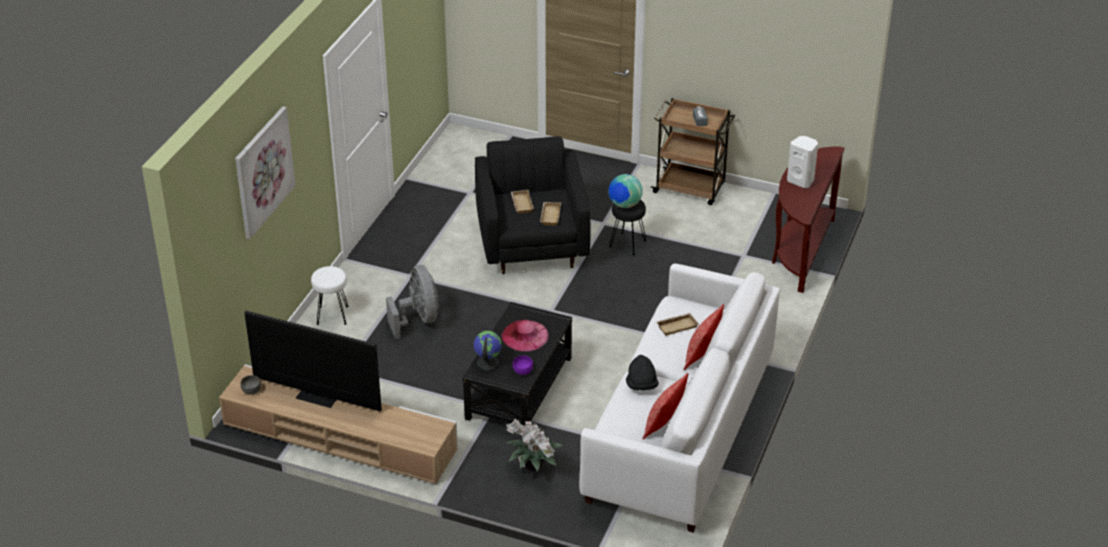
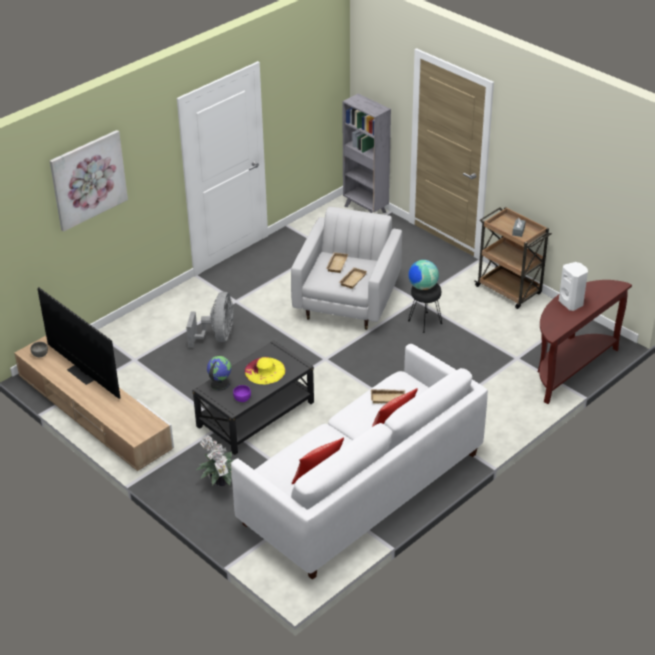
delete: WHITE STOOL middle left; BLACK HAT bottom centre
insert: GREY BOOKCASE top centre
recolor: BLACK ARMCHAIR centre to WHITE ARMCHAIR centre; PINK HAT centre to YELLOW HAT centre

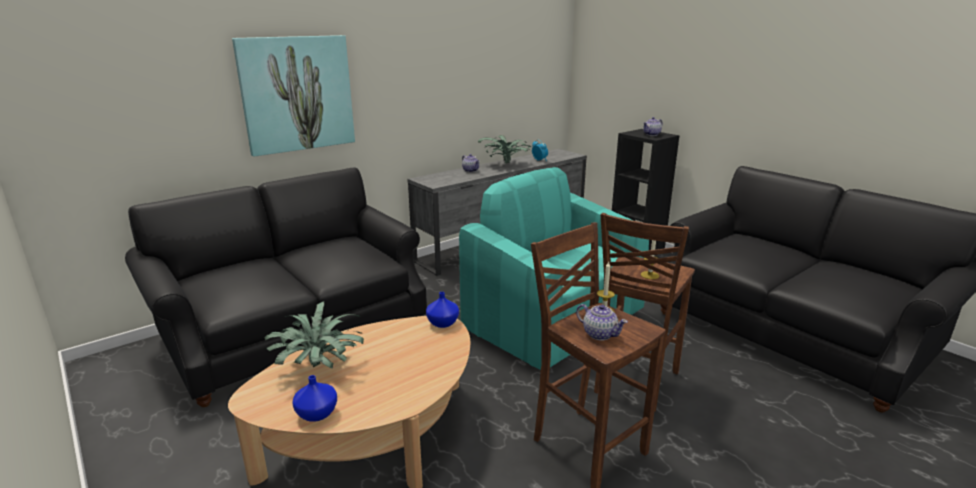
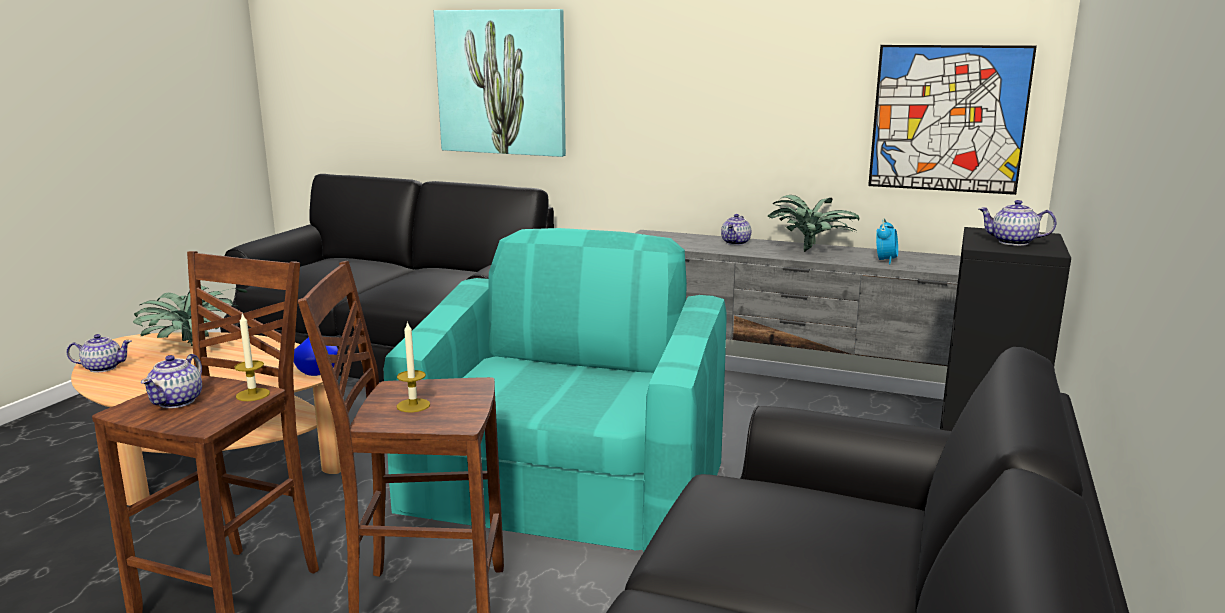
insert: PICTURE (2nd from left) top right
replace: BLUE VASE (1st from left) bottom left to TEAPOT (1st from left) middle left

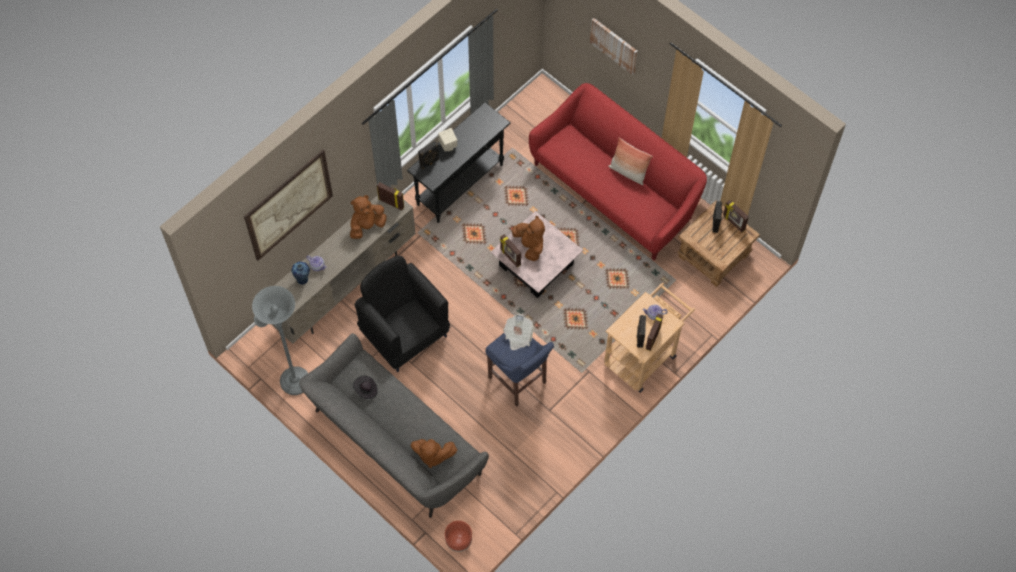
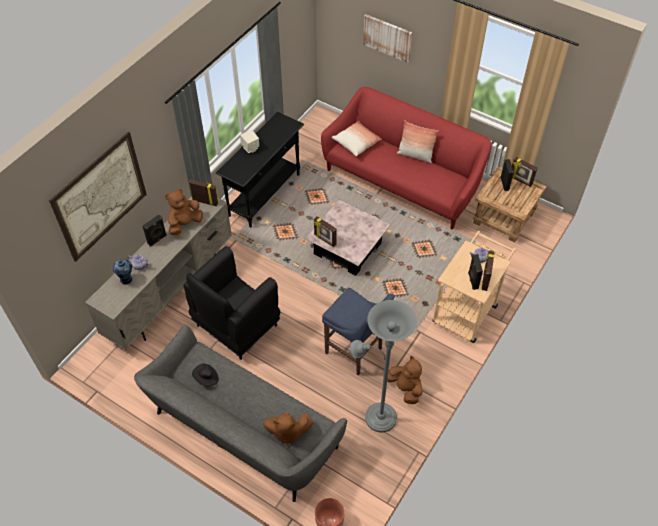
delete: NEWSPAPER centre
insert: PILLOW (1st from left) top centre
move: GREY FLOOR LAMP middle left to bottom centre; BLACK SPEAKER (1st from left) top centre to middle left; BROWN PLUSH TOY (3rd from left) centre to bottom centre
rotate: BLACK ARMCHAIR centre = centre 90 degrees counterclockwise

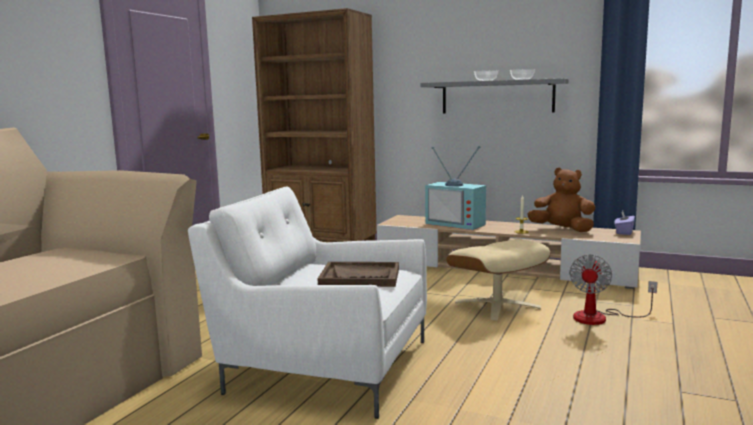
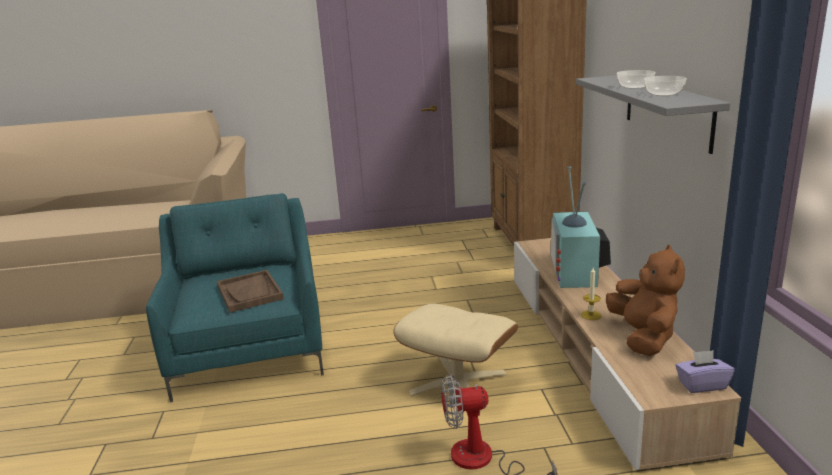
recolor: WHITE ARMCHAIR bottom centre to TURQUOISE ARMCHAIR middle left

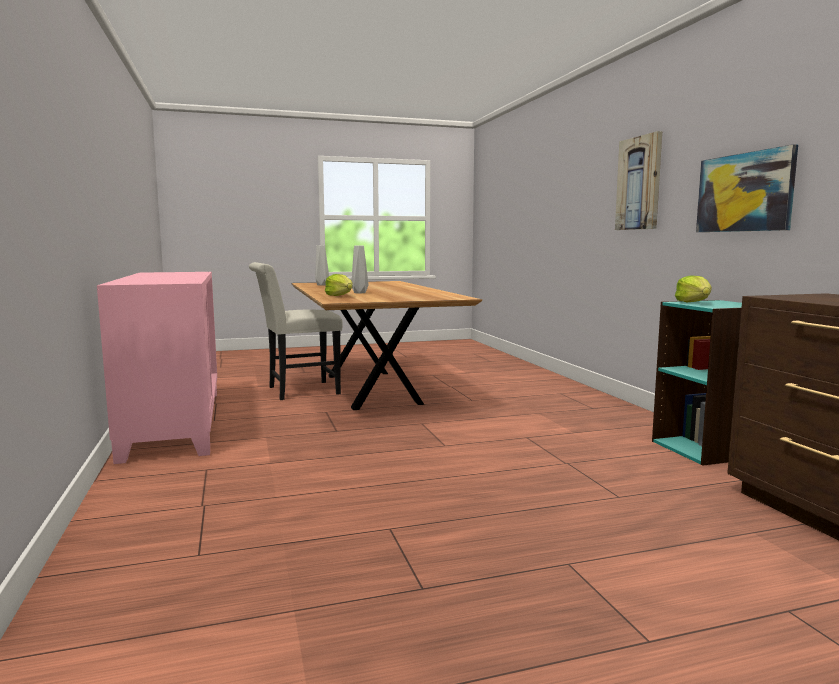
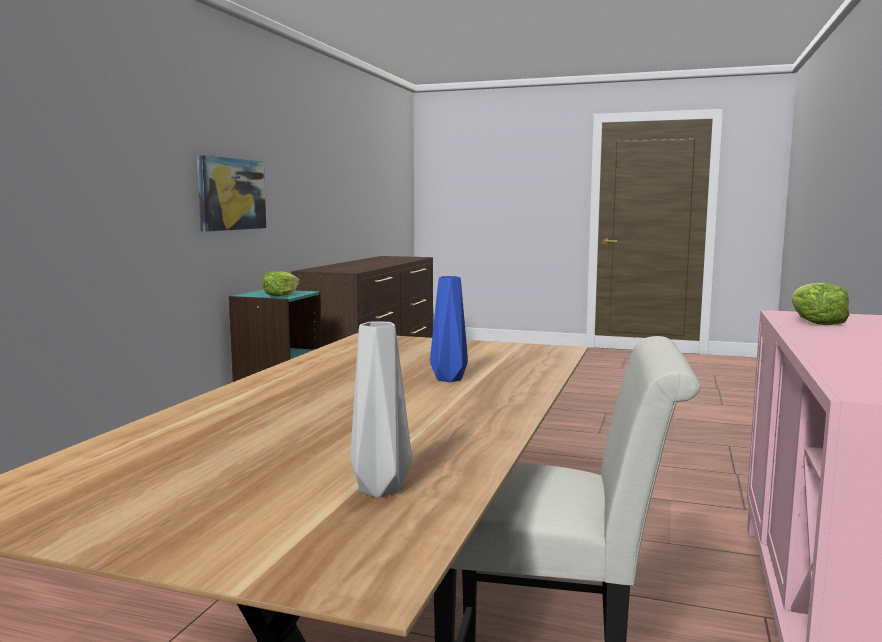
delete: PICTURE (1st from left) top right
move: LETTUCE (1st from left in the first image) centre to LETTUCE (2nd from left) middle right
recolor: GREY VASE (2nd from left) centre to BLUE VASE centre

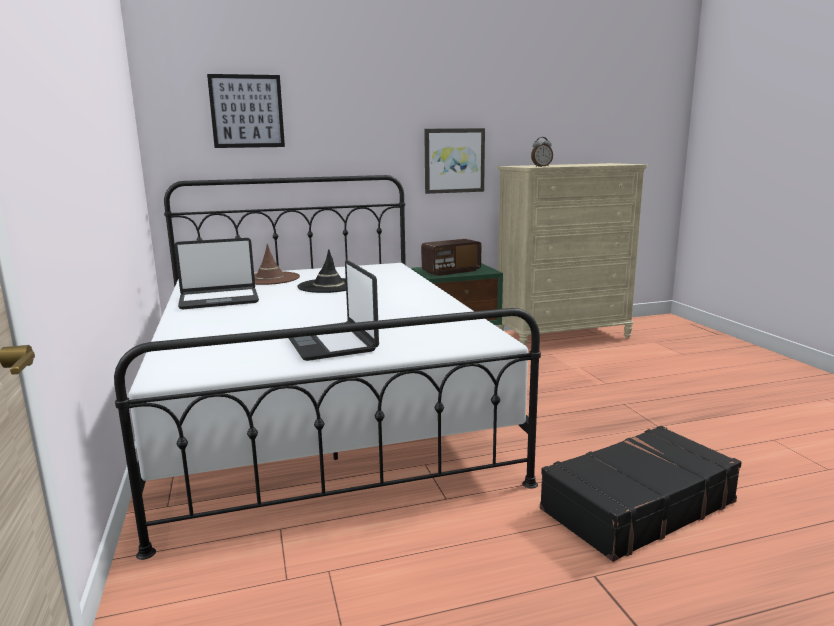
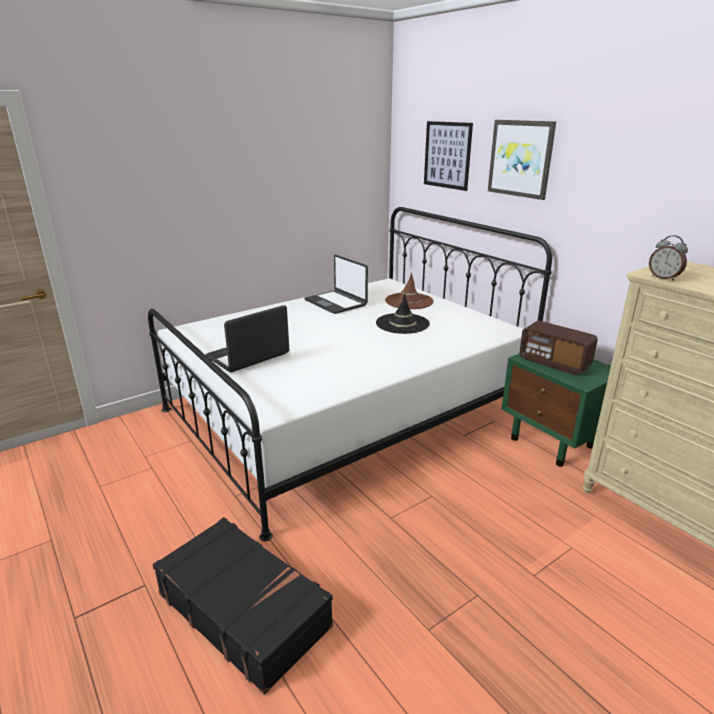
move: PICTURE (2nd from left) top centre to top right

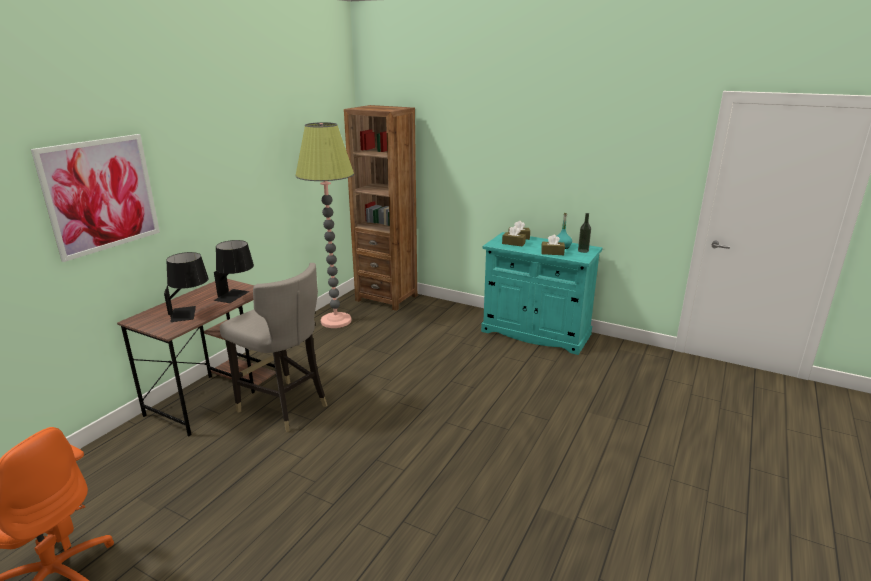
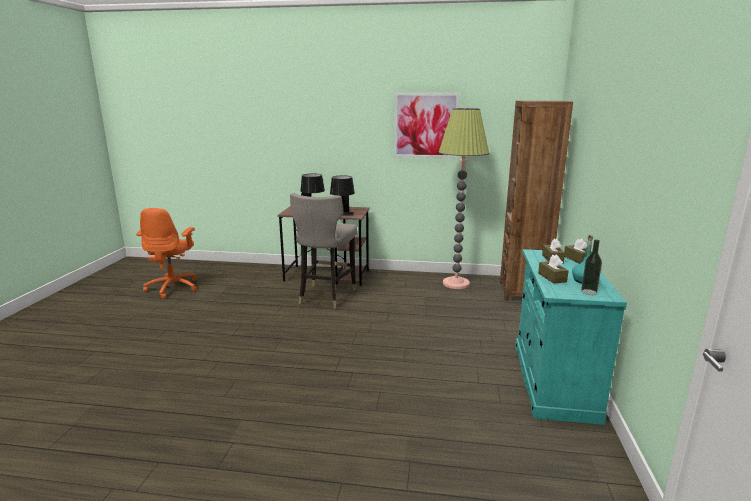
move: PICTURE middle left to top centre

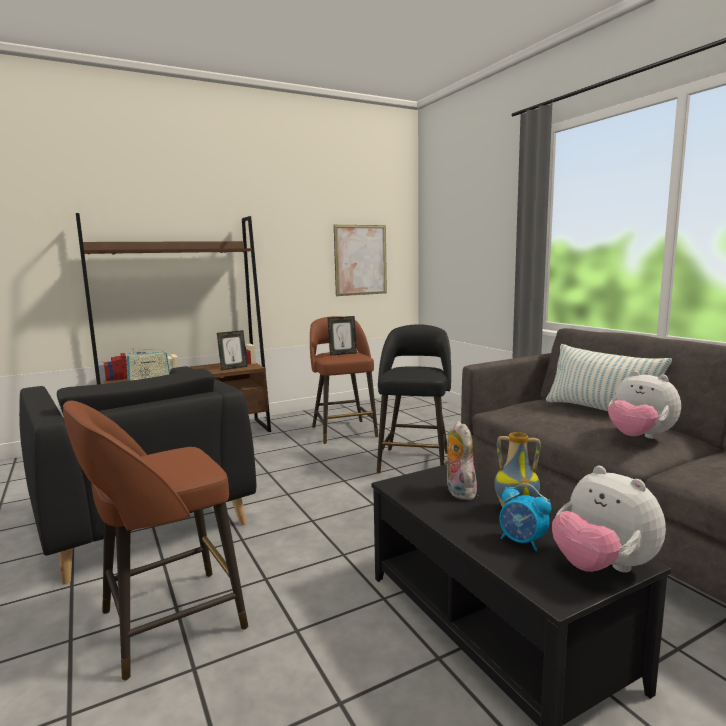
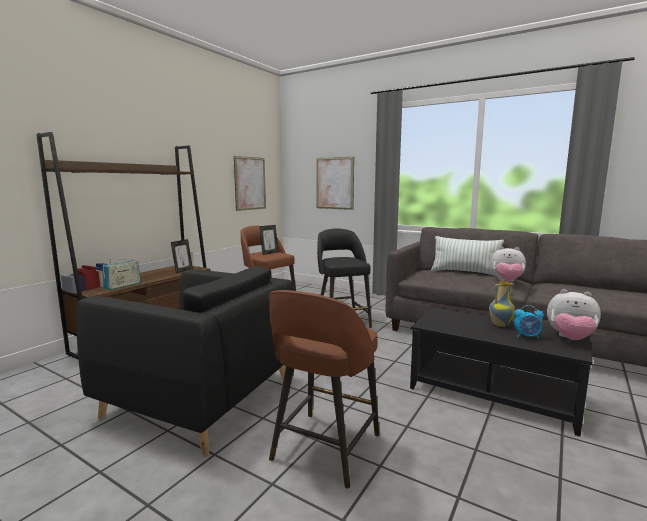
delete: PLUSH TOY (1st from left) centre
insert: PICTURE (2nd from left) centre

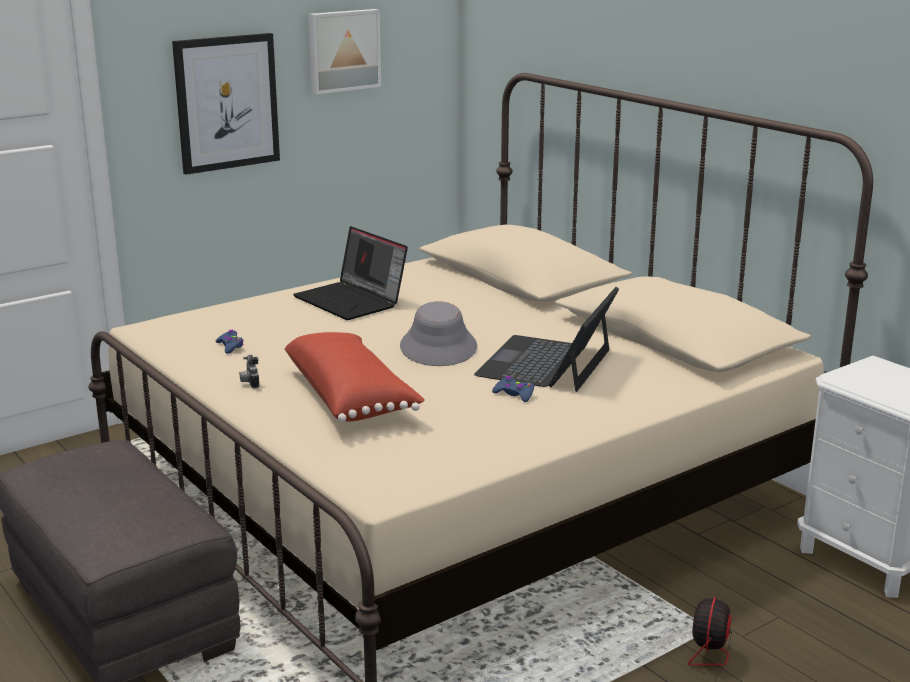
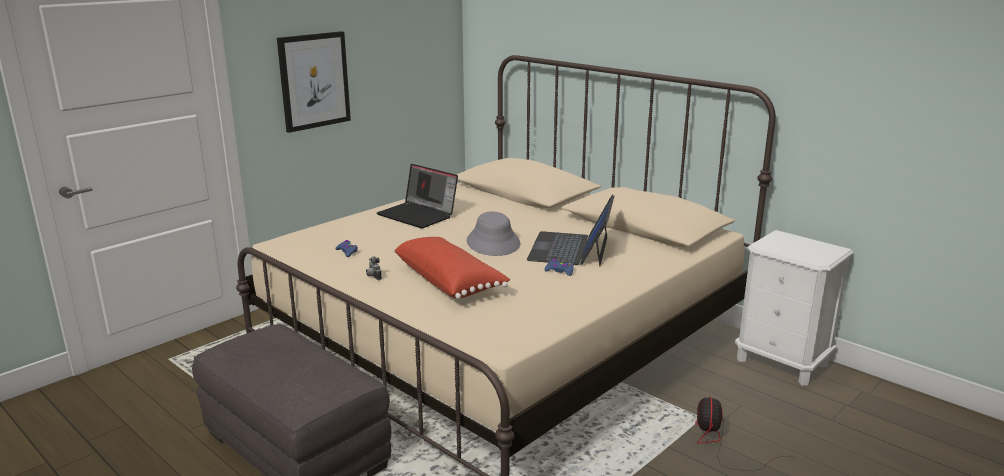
delete: PICTURE (2nd from left) top centre

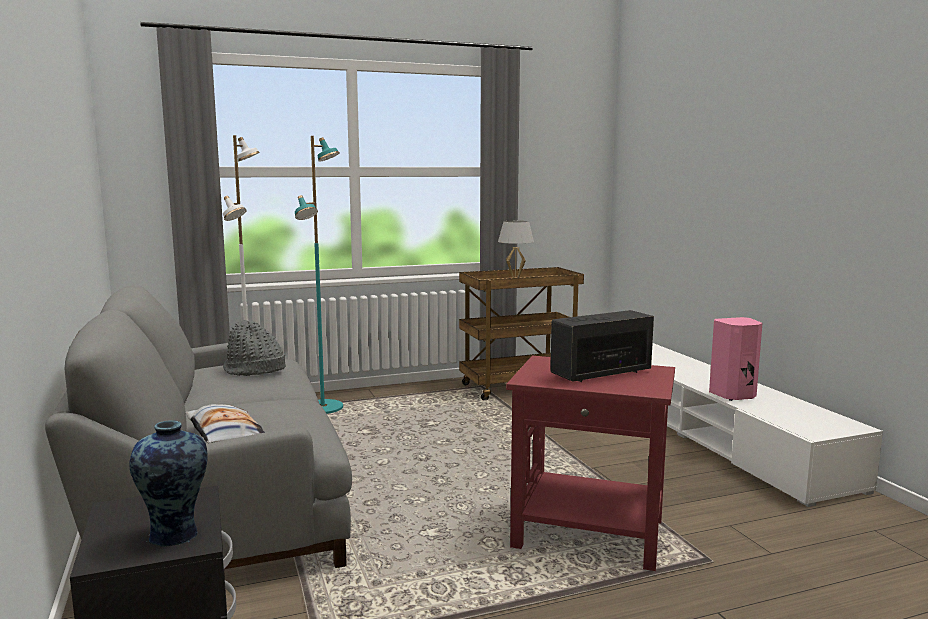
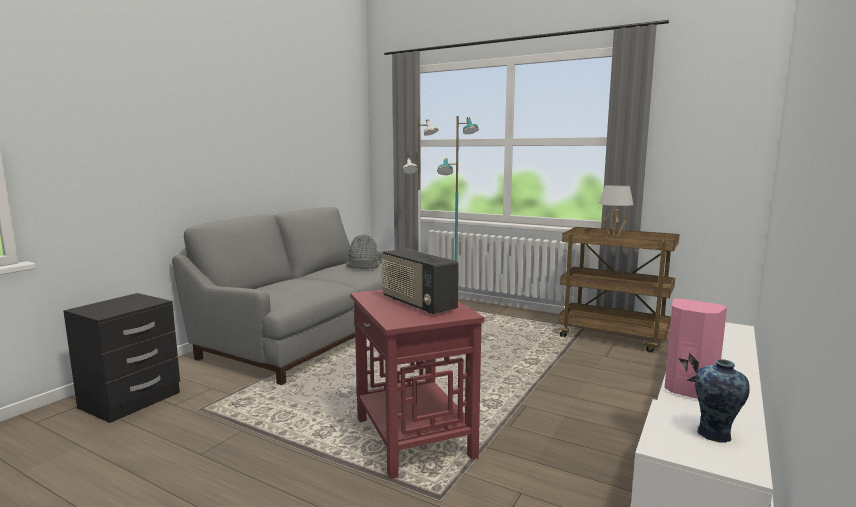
delete: PILLOW bottom left
move: VASE bottom left to bottom right
rotate: RADIO centre = centre 150 degrees counterclockwise

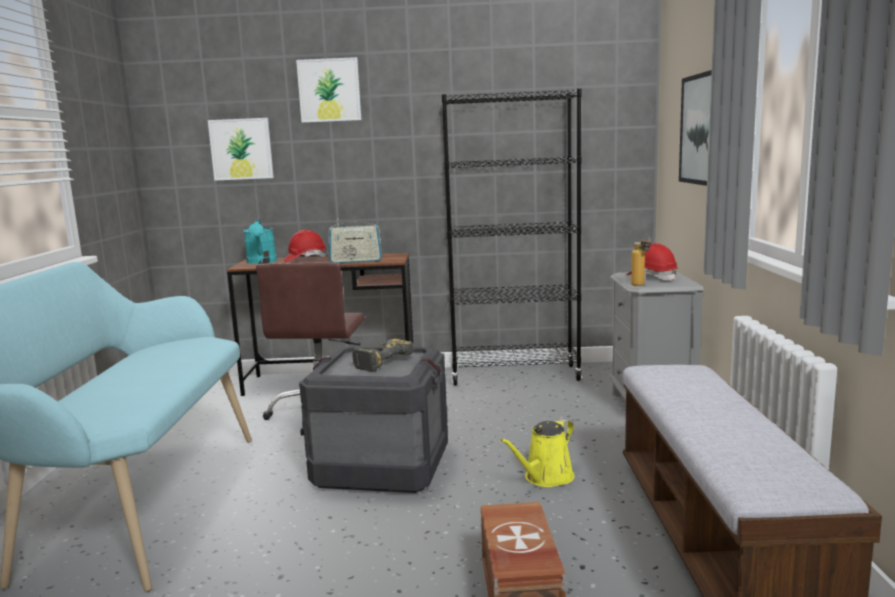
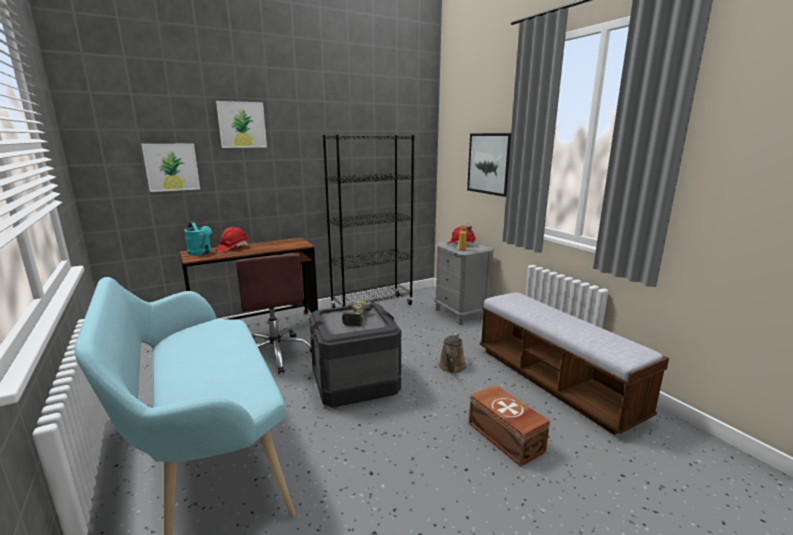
delete: RADIO centre
recolor: YELLOW WATERING CAN bottom centre to BROWN WATERING CAN centre

